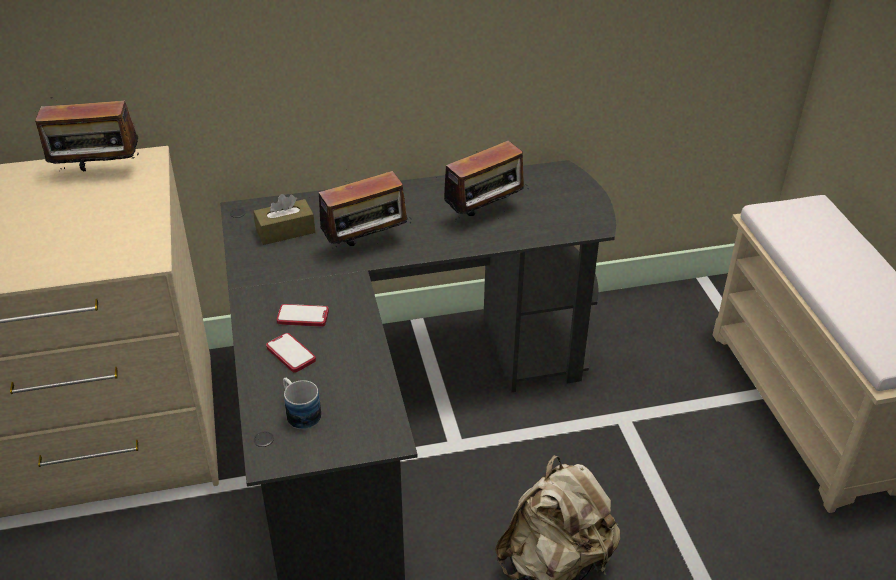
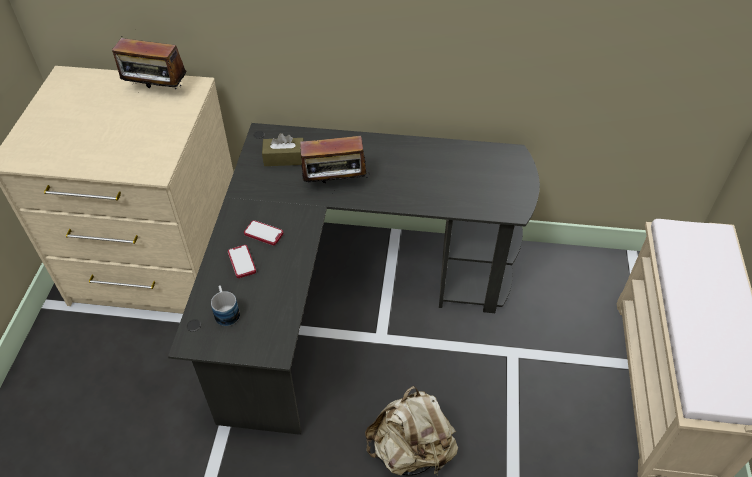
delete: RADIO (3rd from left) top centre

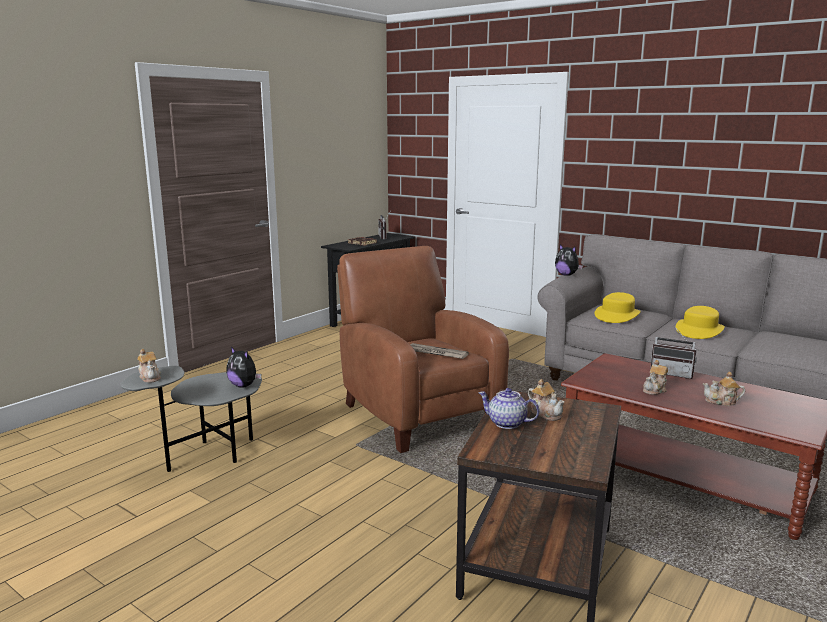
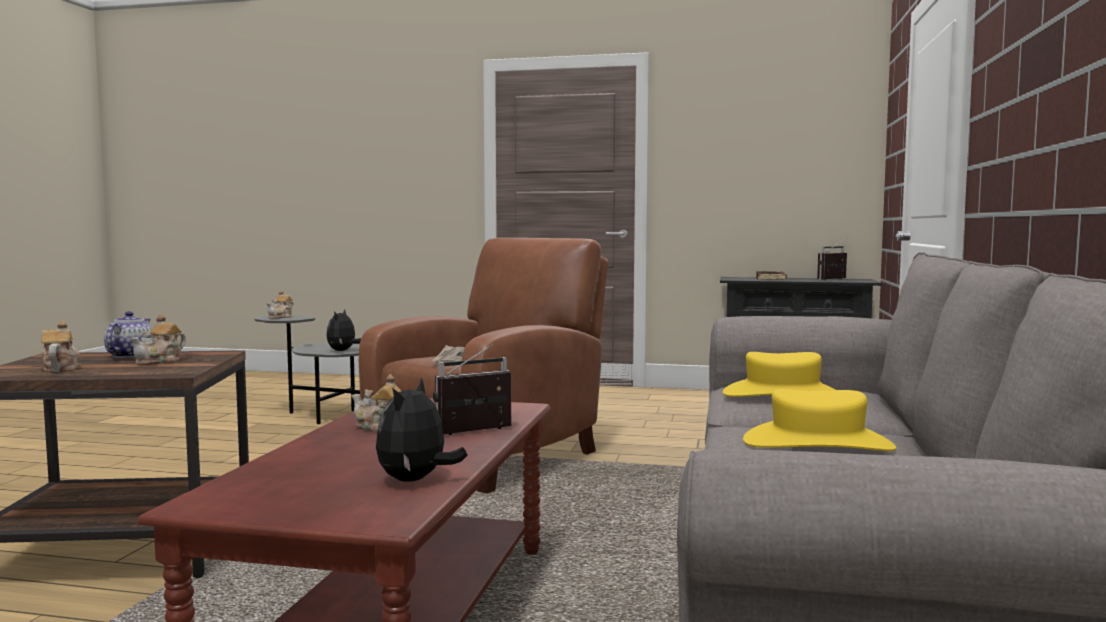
move: PLUSH TOY (2nd from left) middle right to bottom centre; TEAPOT (5th from left in the first image) middle right to TEAPOT (1st from left) middle left
rotate: RADIO (2nd from left in the first image) middle right = centre 60 degrees clockwise

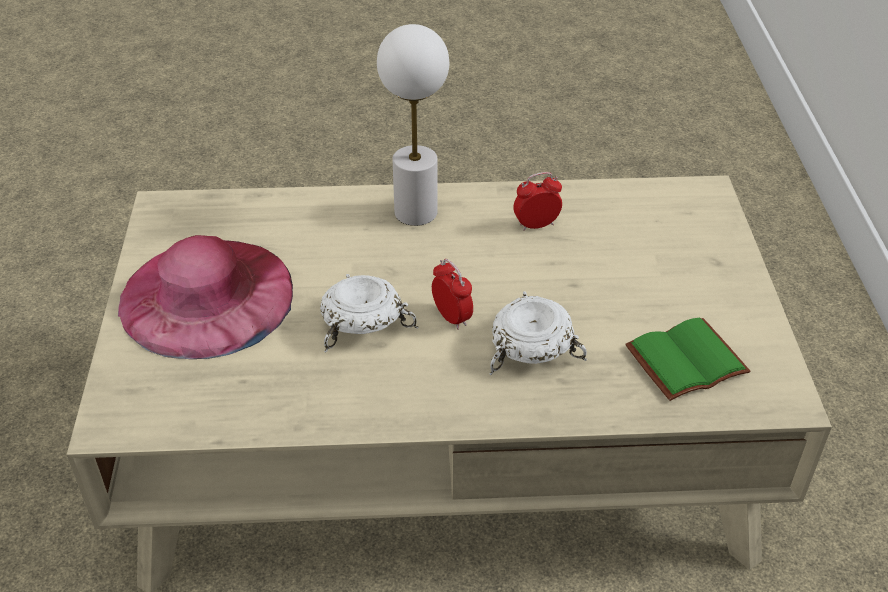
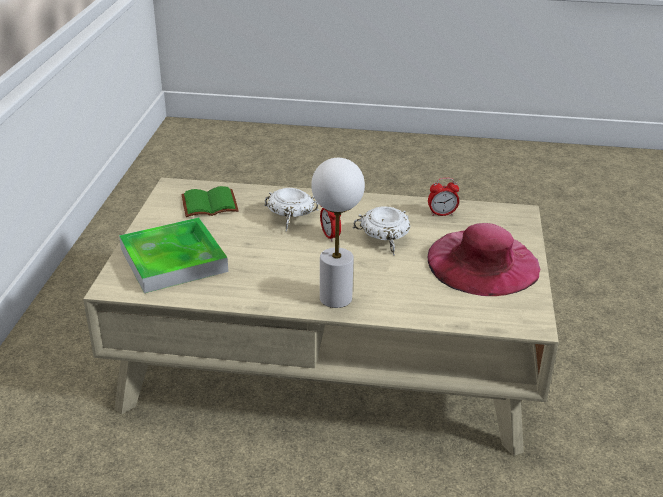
insert: TRAY middle left
move: ALARM CLOCK (2nd from left) centre to middle right

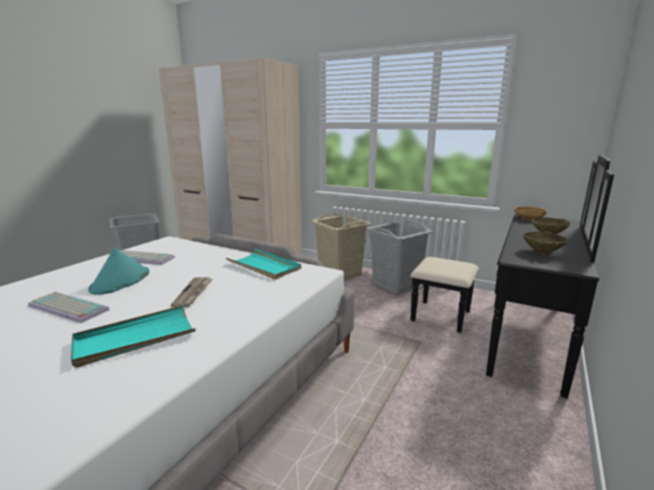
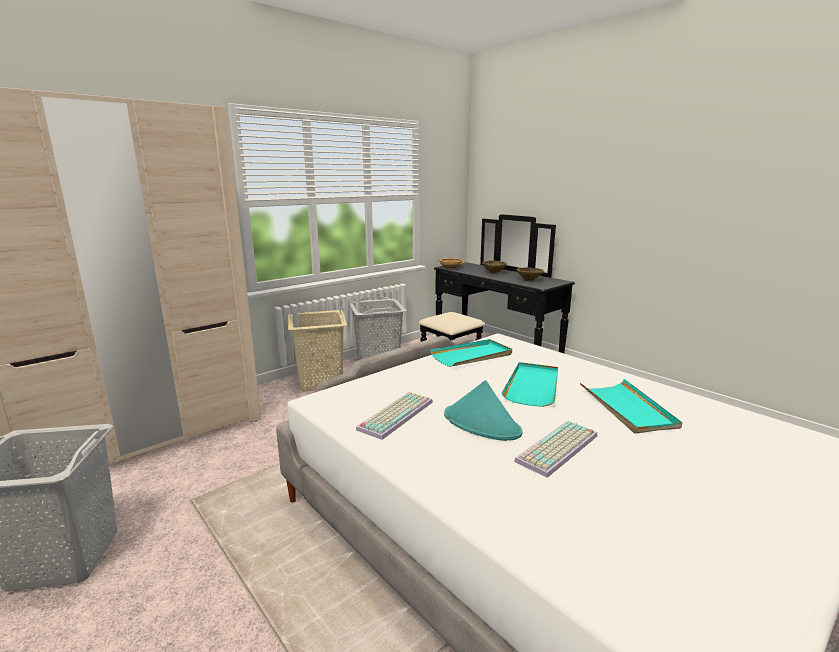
replace: NEWSPAPER middle left to TURQUOISE TRAY (2nd from left) centre

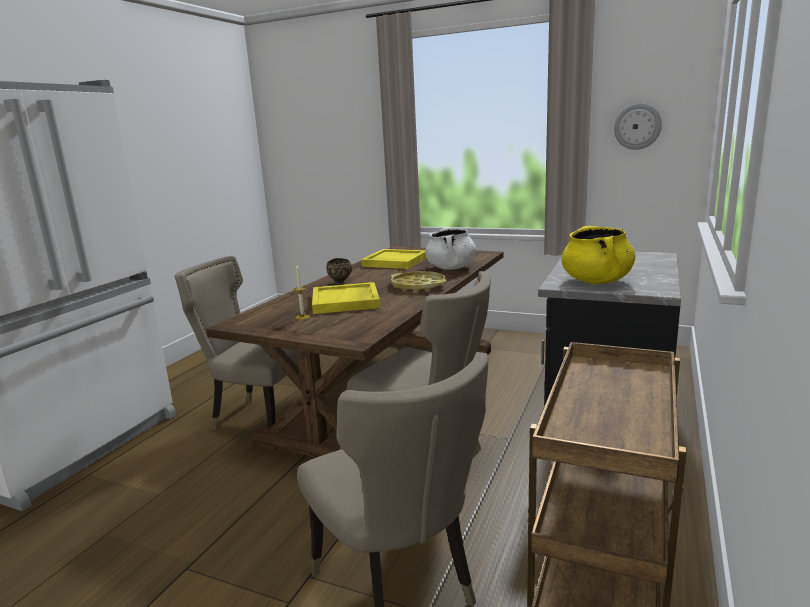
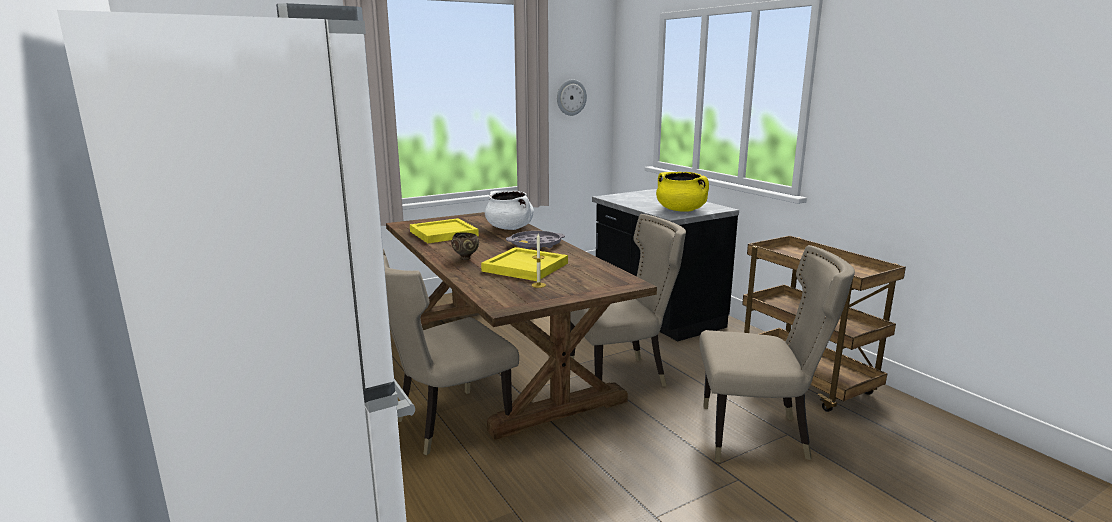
recolor: YELLOW TRAY (3rd from left) centre to GREY TRAY centre

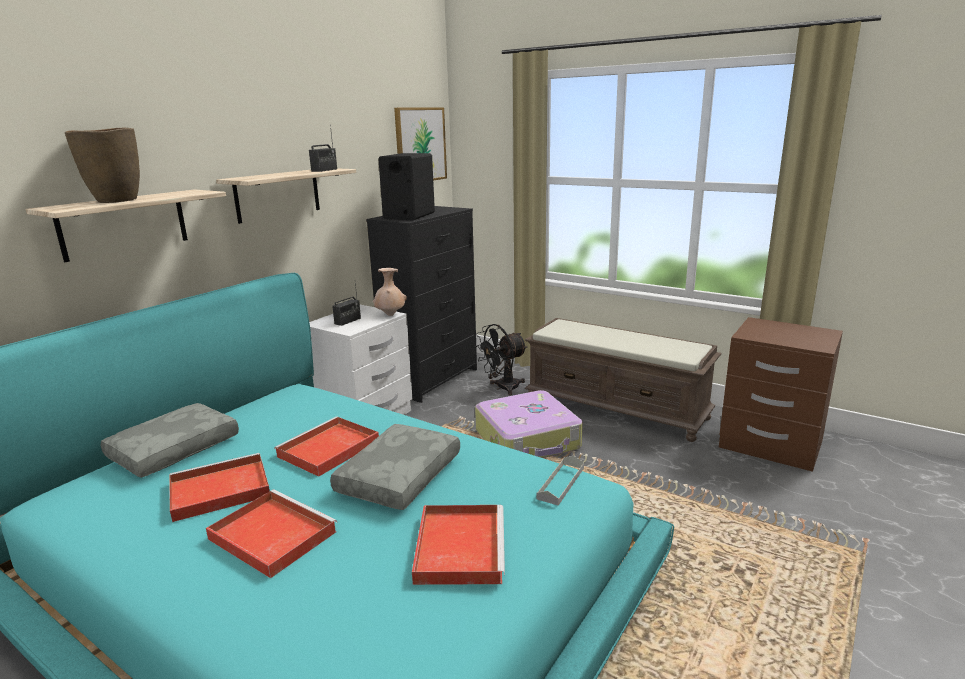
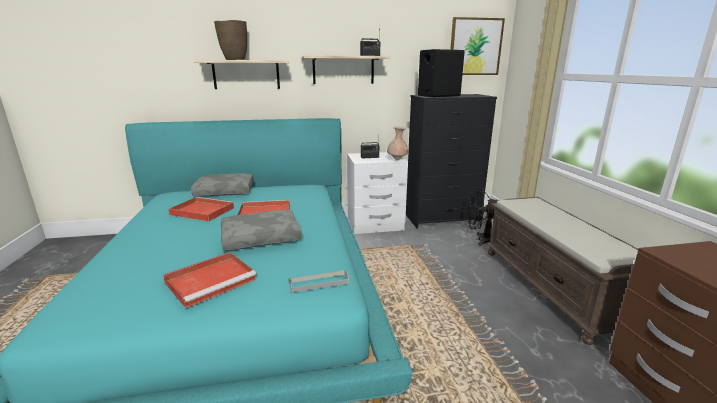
delete: RED TRAY (2nd from left) bottom left; SUITCASE centre

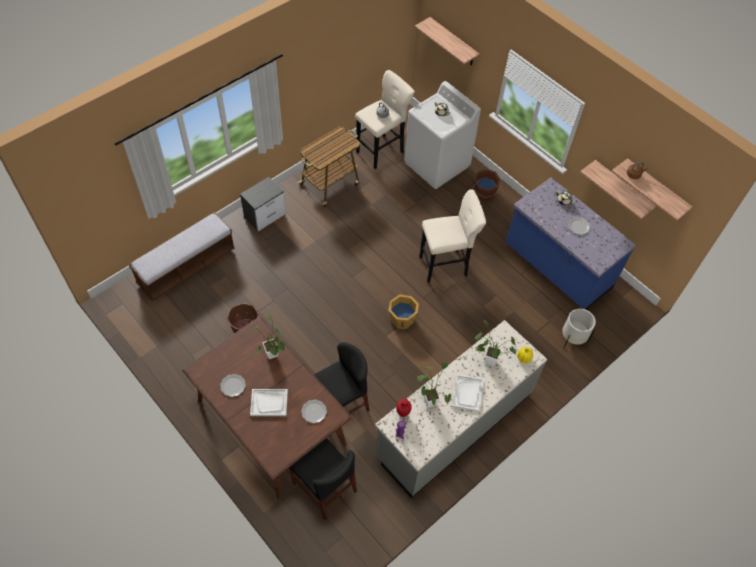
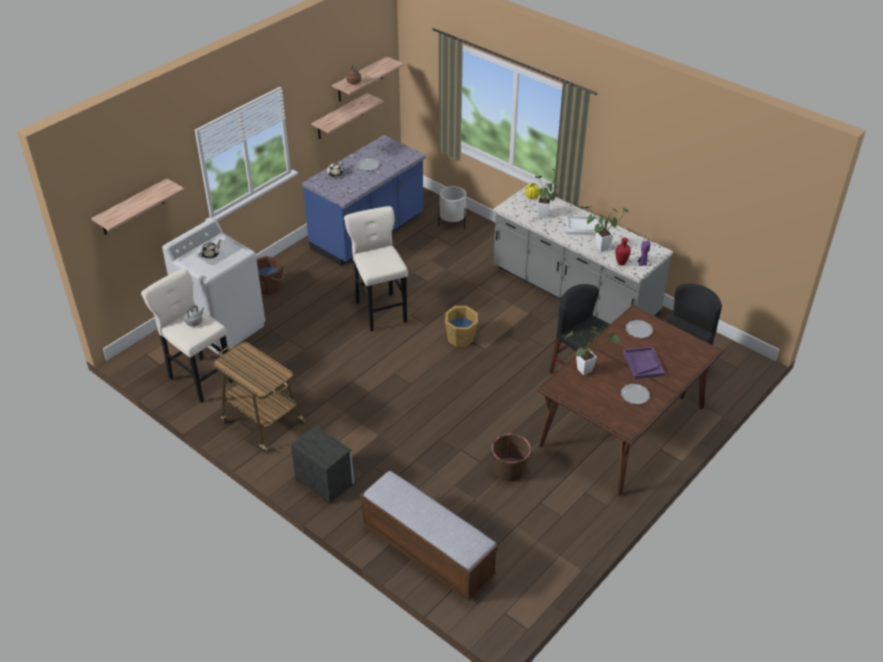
recolor: WHITE TRAY (1st from left) bottom centre to PURPLE TRAY middle right

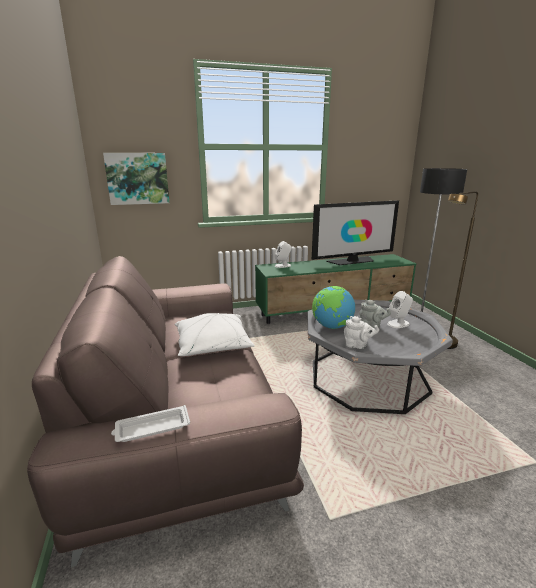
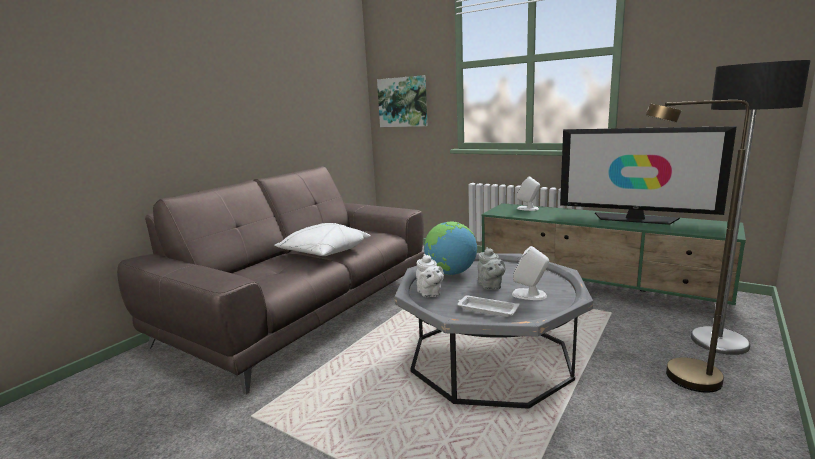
move: WHITE TRAY bottom left to bottom centre

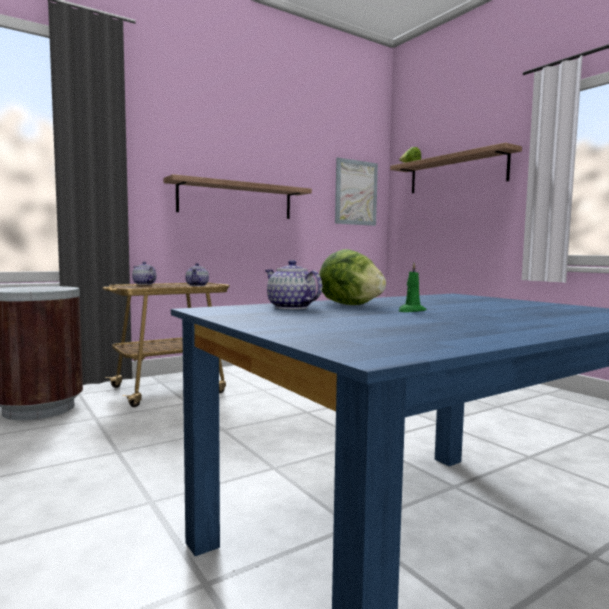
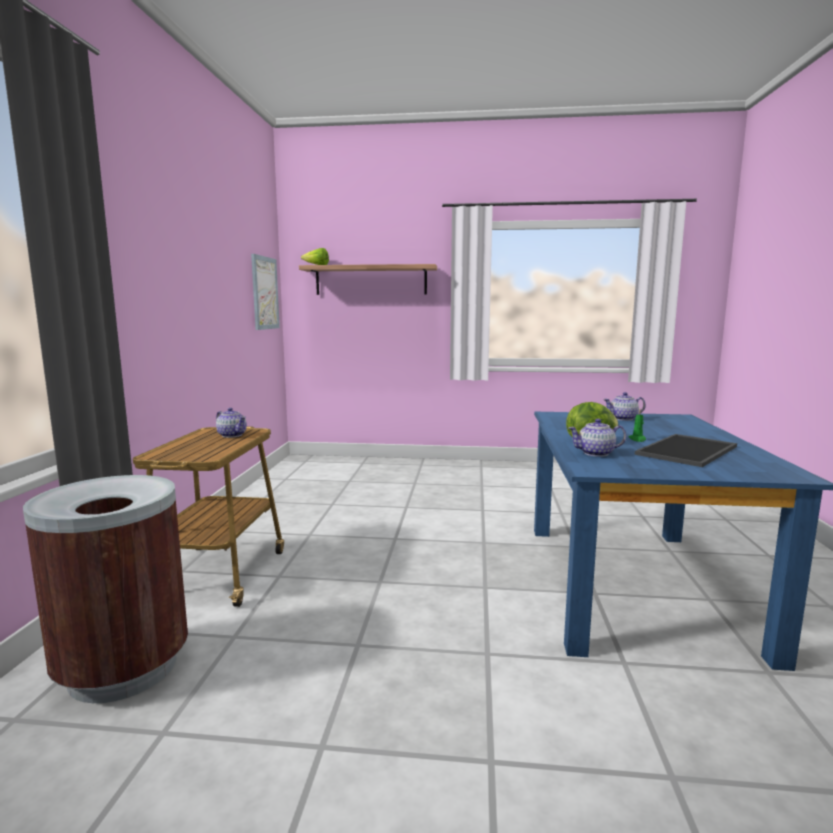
delete: SHELF (1st from left) top centre
insert: TRAY middle right
move: TEAPOT (1st from left in the first image) middle left to TEAPOT (3rd from left) middle right

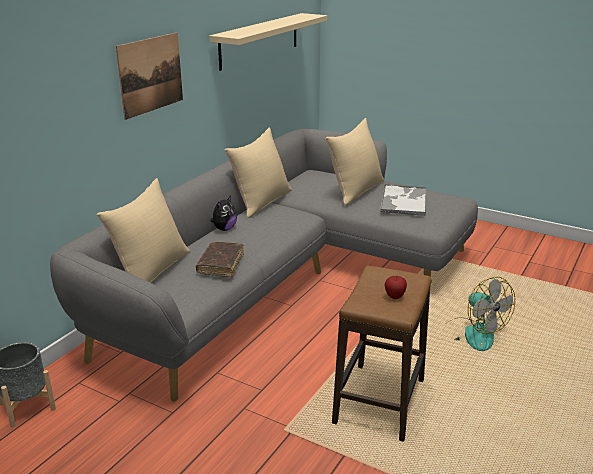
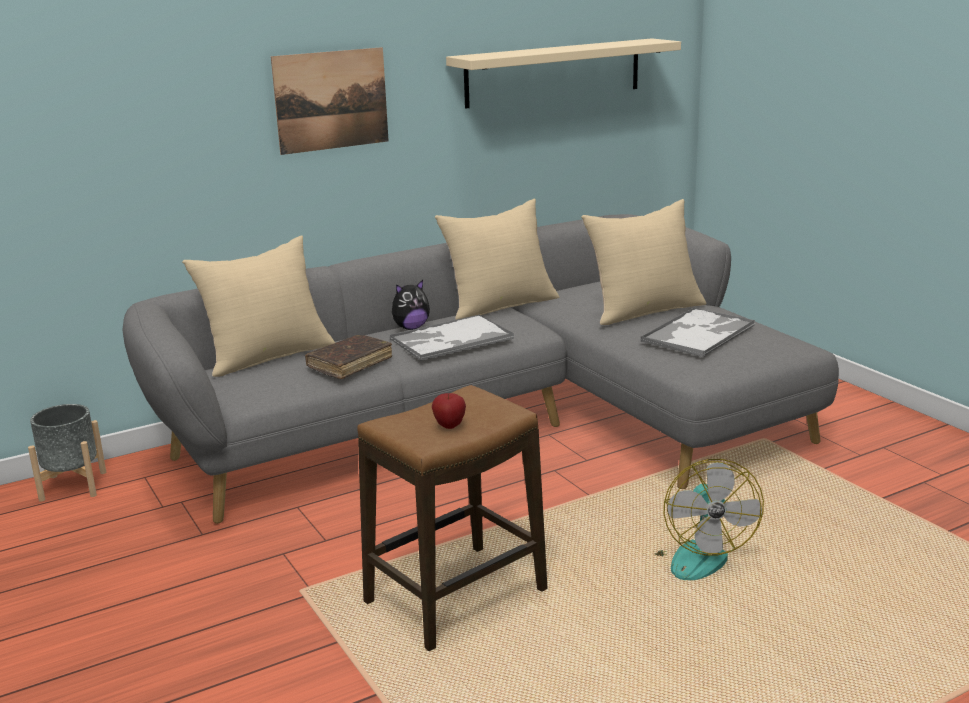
insert: TRAY (1st from left) centre

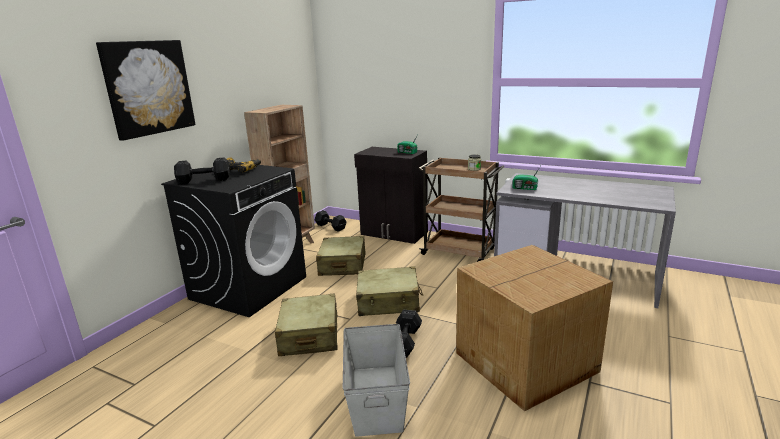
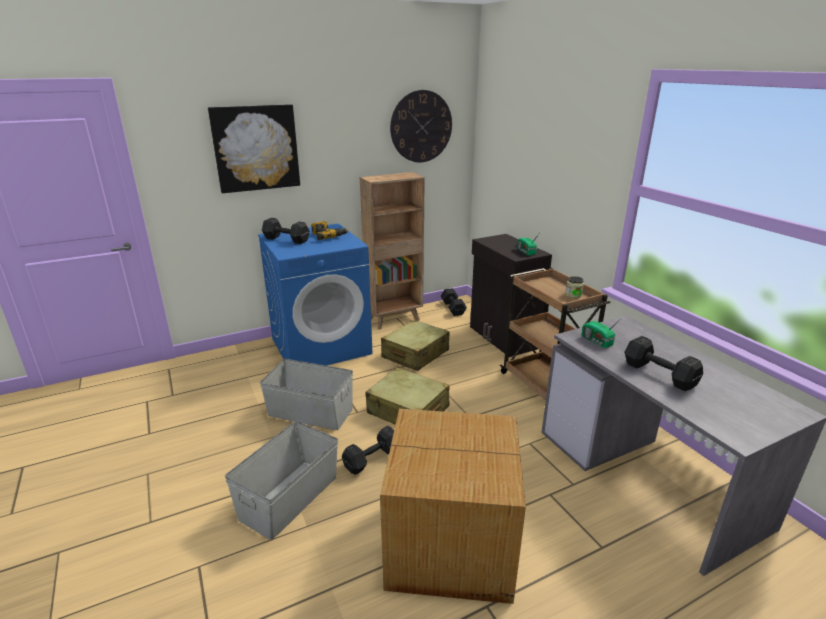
insert: WALL CLOCK top centre; BLACK DUMBBELL (4th from left) middle right
replace: BEIGE SUITCASE (1st from left) bottom centre to GREY STORAGE BOX (2nd from left) centre
recolor: BLACK WASHING MACHINE middle left to BLUE WASHING MACHINE centre

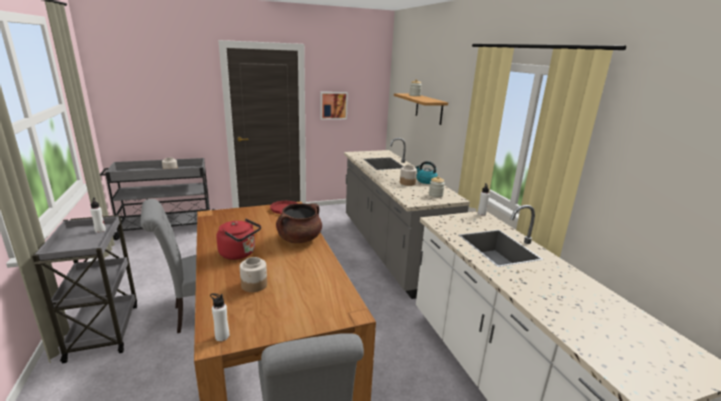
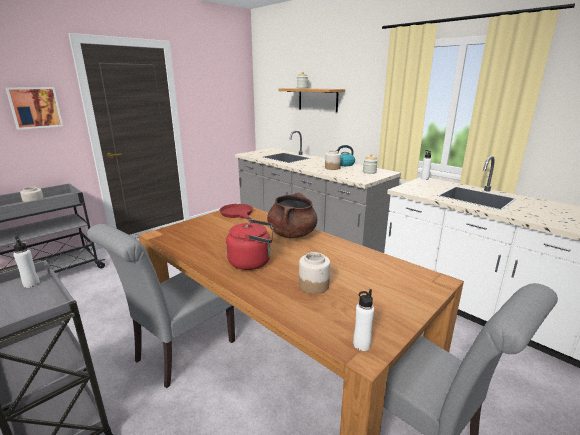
move: PICTURE top centre to top left

